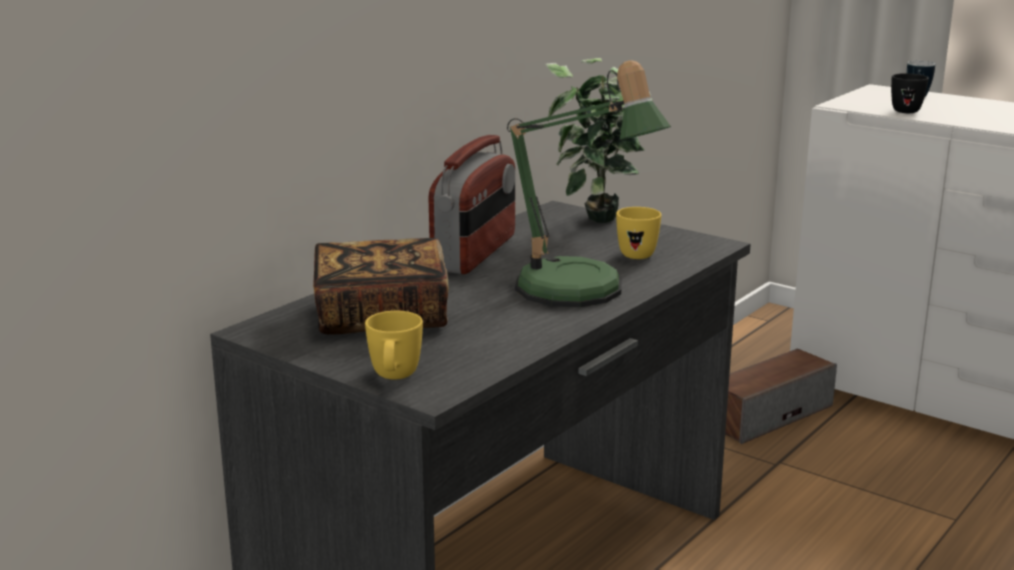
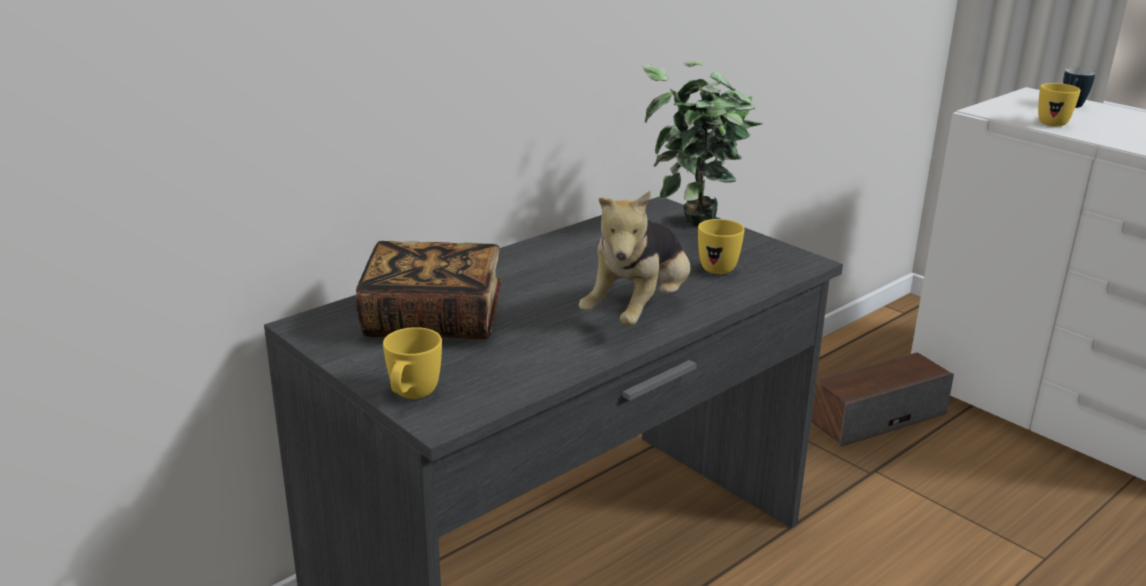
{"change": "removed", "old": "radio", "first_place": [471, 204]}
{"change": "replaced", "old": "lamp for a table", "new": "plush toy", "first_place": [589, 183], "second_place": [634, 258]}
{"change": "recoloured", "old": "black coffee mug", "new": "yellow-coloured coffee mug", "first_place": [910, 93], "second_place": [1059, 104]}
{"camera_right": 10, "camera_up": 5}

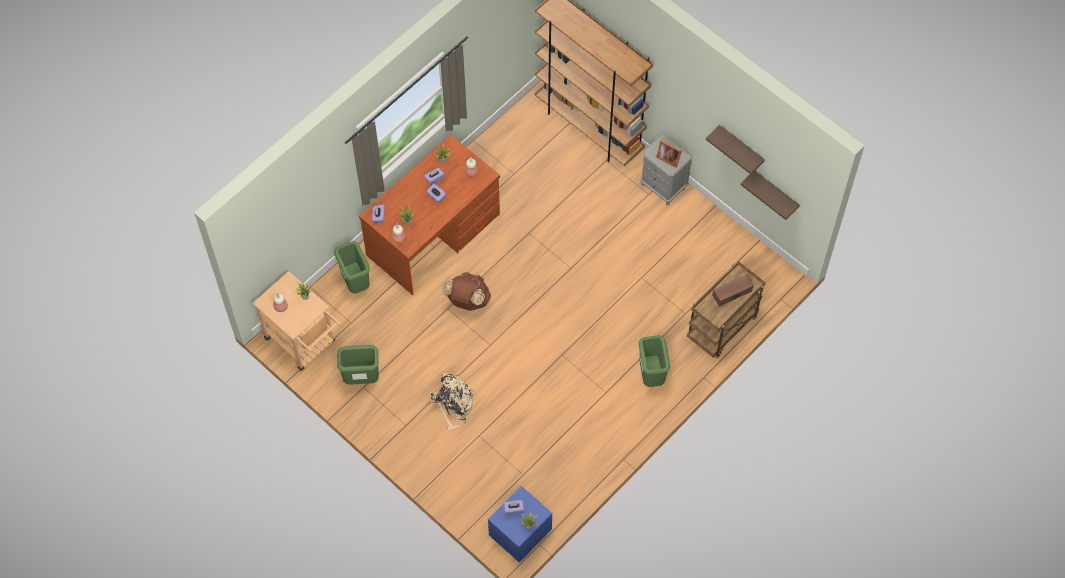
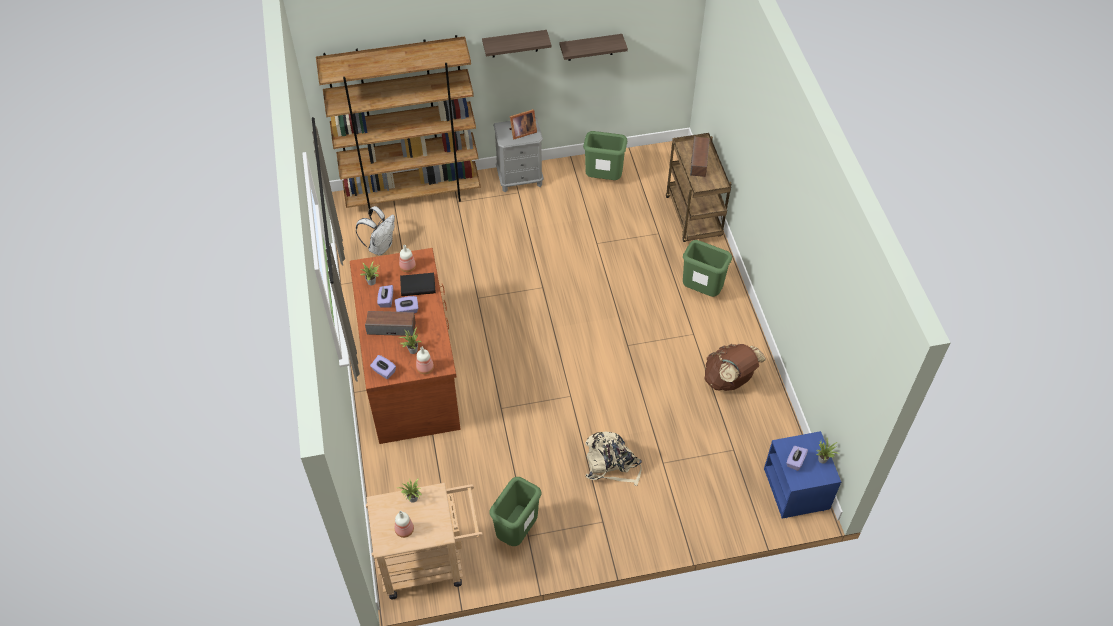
{"change": "added", "new": "whitish knapsack", "second_place": [375, 231]}
{"change": "added", "new": "audio speaker", "second_place": [390, 323]}
{"change": "added", "new": "black bound book", "second_place": [418, 284]}
{"change": "moved", "old": "green waste bin", "first_place": [352, 267], "second_place": [605, 155]}
{"change": "moved", "old": "brown knapsack", "first_place": [466, 291], "second_place": [735, 367]}
{"change": "moved", "old": "bracket shelf", "first_place": [770, 195], "second_place": [516, 44]}
{"camera_right": -55, "camera_up": -10}

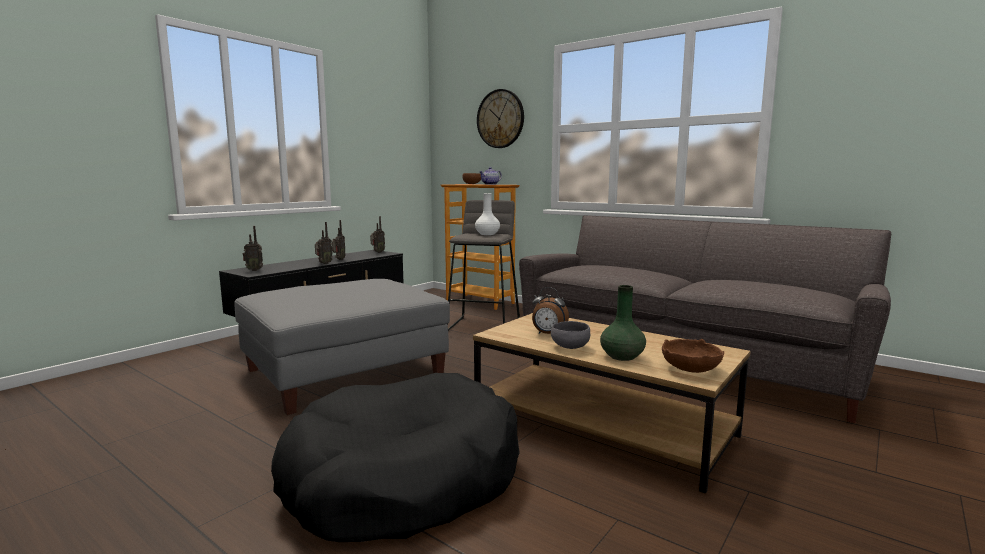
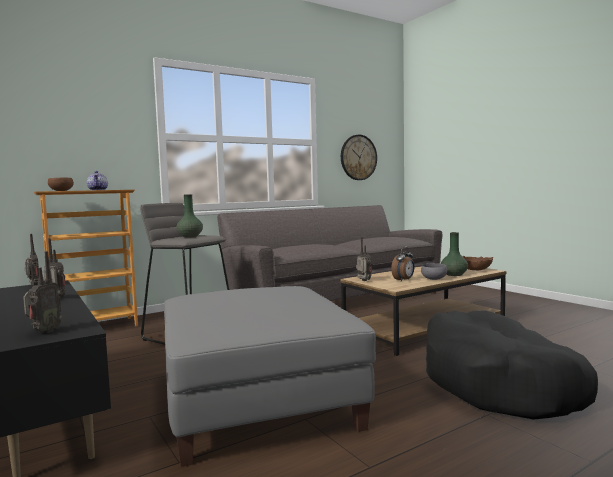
{"change": "moved", "old": "radio", "first_place": [324, 243], "second_place": [364, 259]}
{"change": "moved", "old": "clock on the wall", "first_place": [500, 118], "second_place": [359, 157]}
{"change": "recoloured", "old": "whitish flower vase", "new": "green flower vase", "first_place": [487, 214], "second_place": [189, 215]}
{"camera_right": -70, "camera_up": -5}

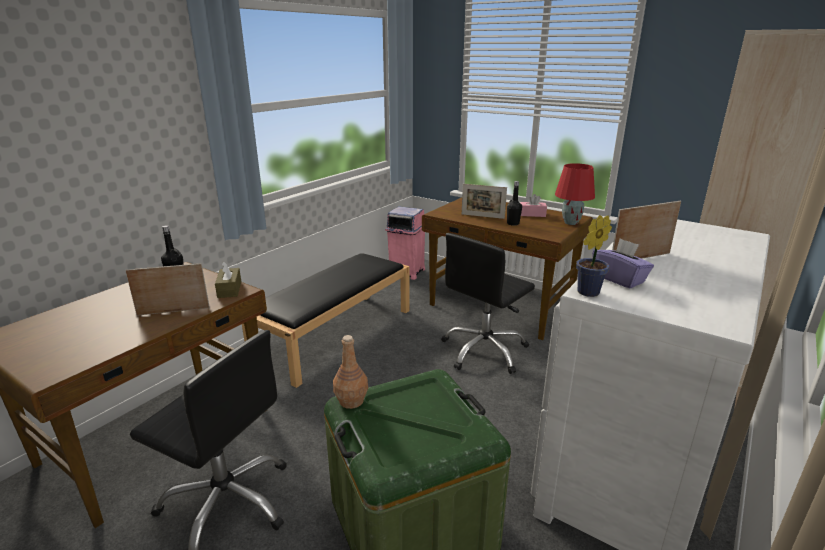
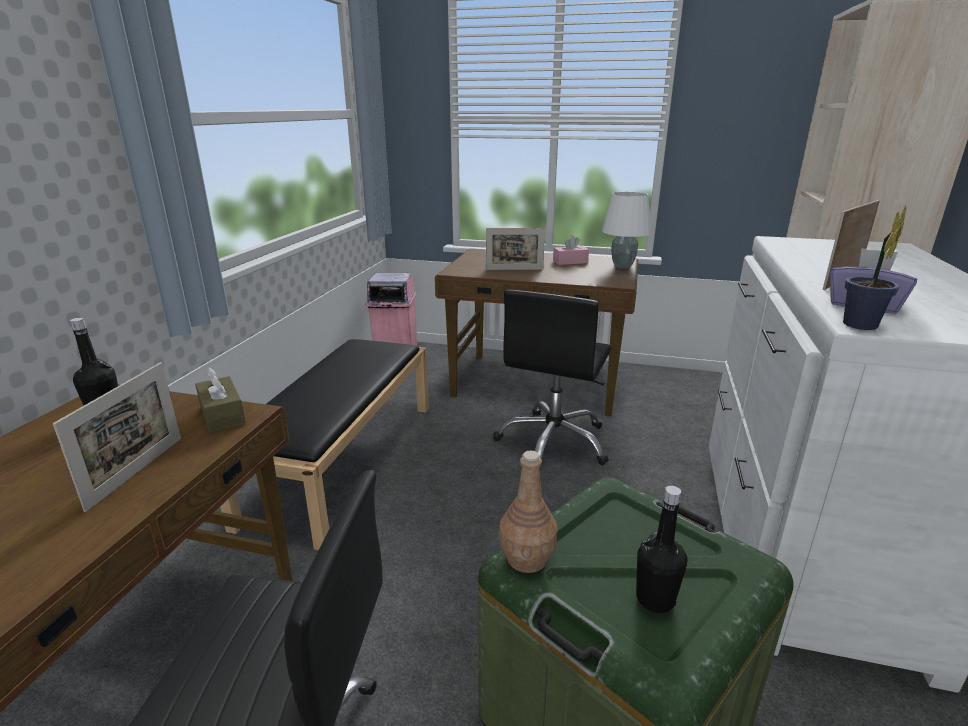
{"change": "moved", "old": "black beverage bottle", "first_place": [514, 203], "second_place": [661, 549]}
{"change": "recoloured", "old": "red lamp for a table", "new": "whitish lamp for a table", "first_place": [575, 194], "second_place": [626, 230]}
{"change": "turned", "old": "photo frame", "first_place": [167, 289], "second_place": [117, 437], "degrees": 135}
{"camera_right": -20, "camera_up": 0}

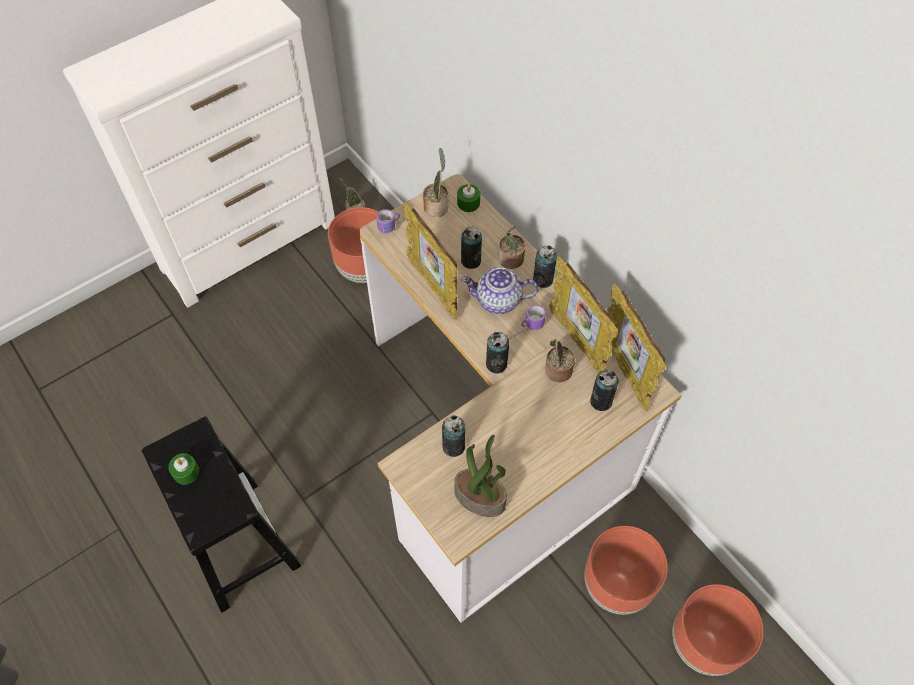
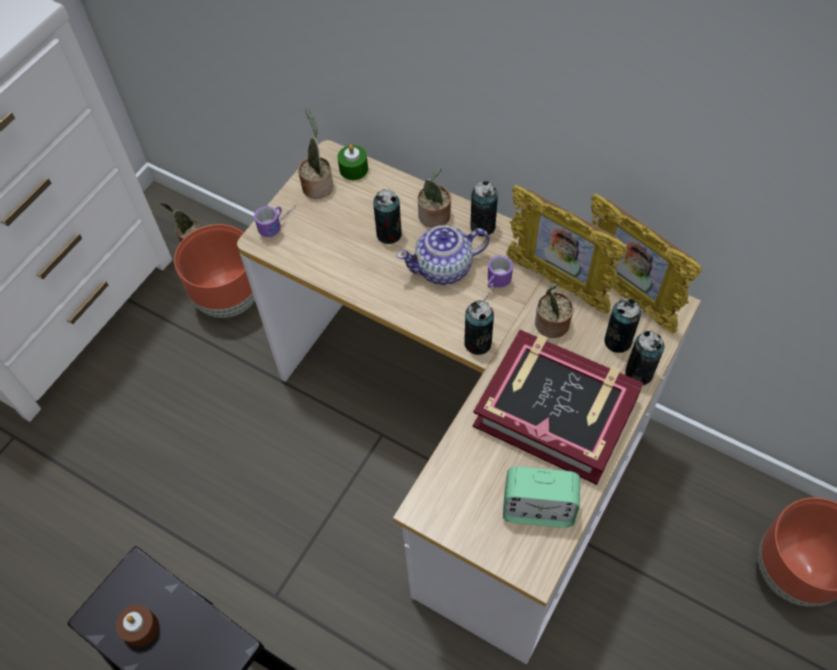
{"change": "removed", "old": "photo frame", "first_place": [430, 261]}
{"change": "removed", "old": "brown plant pot", "first_place": [626, 570]}
{"change": "added", "new": "bound book", "second_place": [558, 407]}
{"change": "moved", "old": "sealed can", "first_place": [453, 436], "second_place": [644, 358]}
{"change": "replaced", "old": "houseplant", "new": "bedside clock", "first_place": [480, 476], "second_place": [541, 497]}
{"change": "recoloured", "old": "green wax candle", "new": "brown wax candle", "first_place": [183, 468], "second_place": [137, 625]}
{"camera_right": -20, "camera_up": 0}

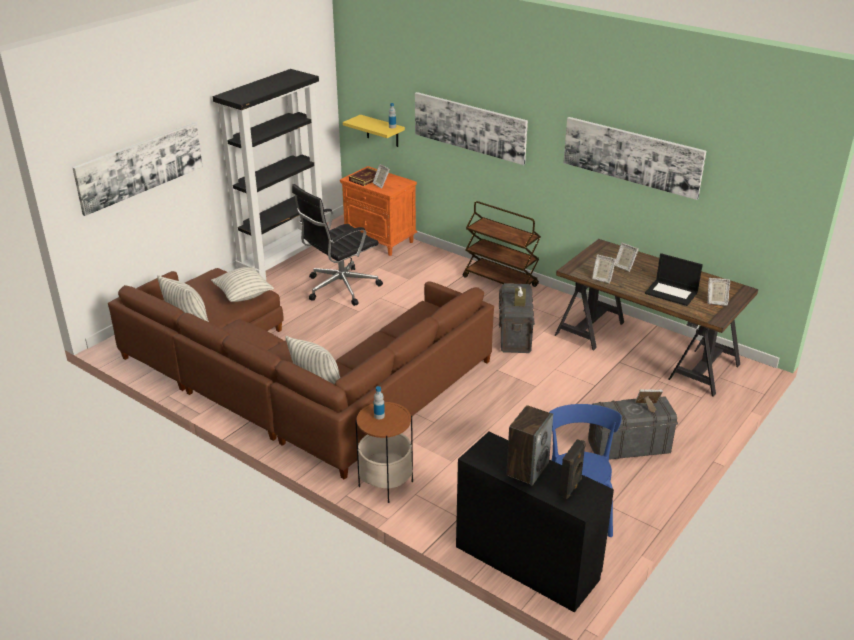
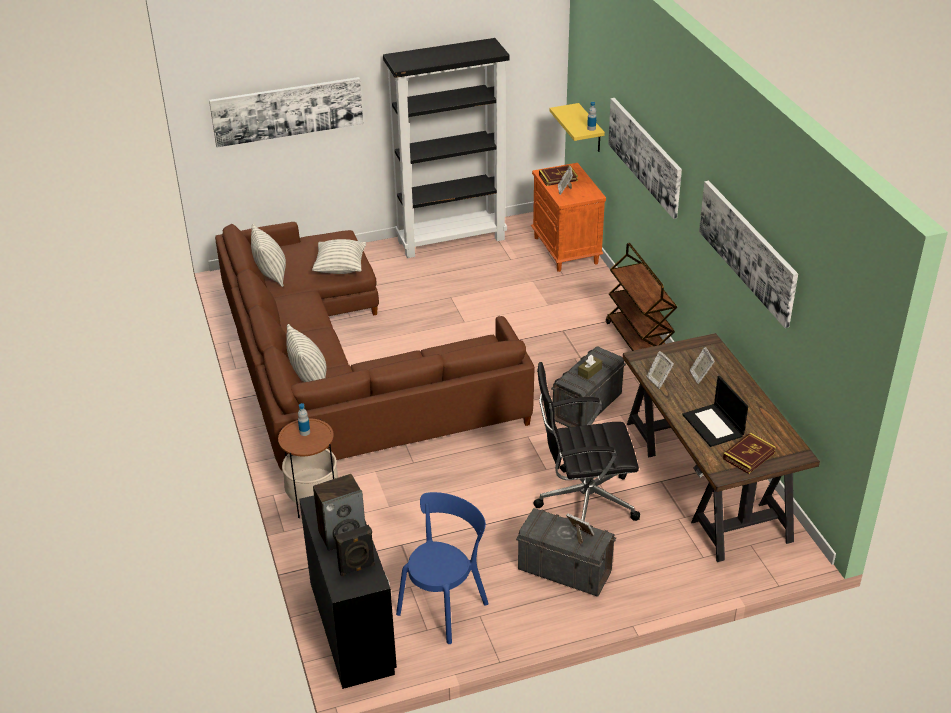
{"change": "moved", "old": "black computer chair", "first_place": [337, 245], "second_place": [586, 441]}
{"change": "replaced", "old": "photo frame", "new": "bound book", "first_place": [718, 292], "second_place": [749, 453]}
{"camera_right": 35, "camera_up": 5}

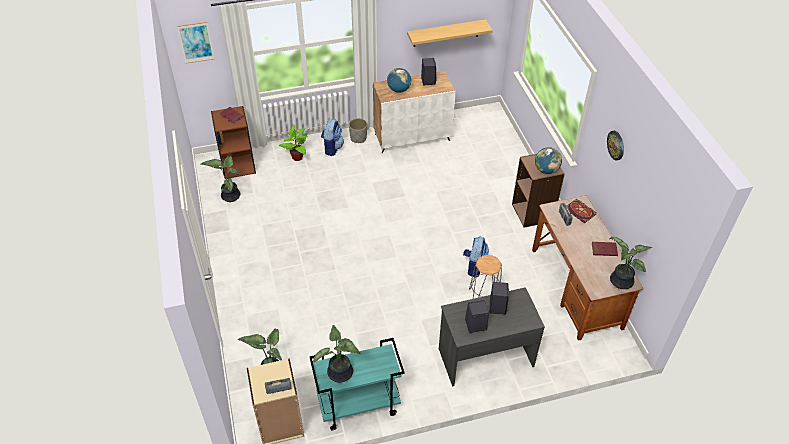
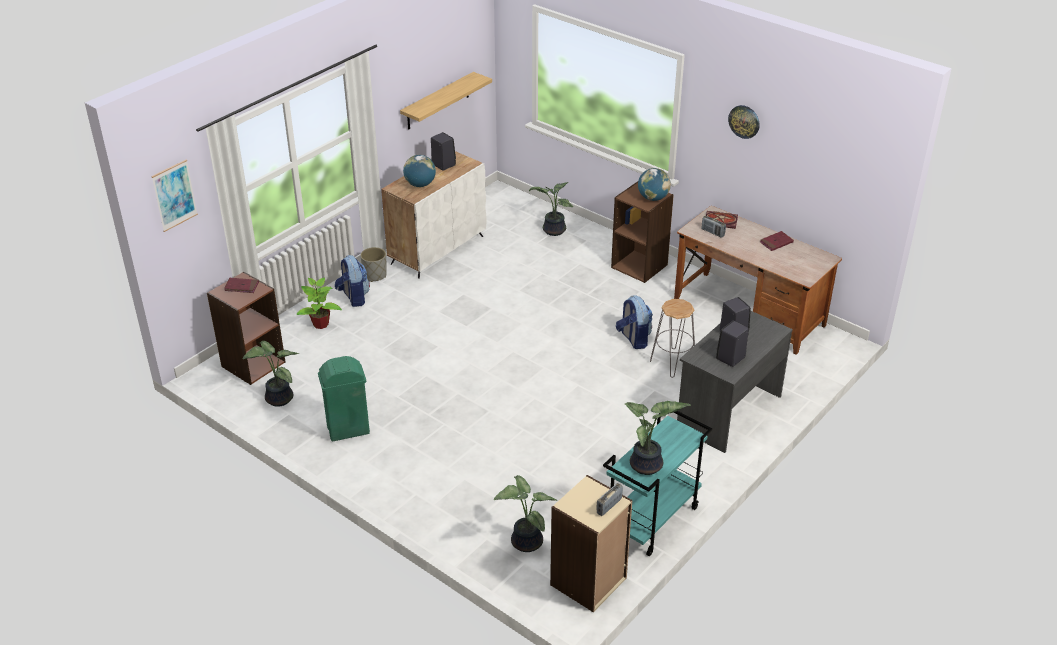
{"change": "added", "new": "green waste bin", "second_place": [344, 398]}
{"change": "moved", "old": "houseplant", "first_place": [631, 263], "second_place": [551, 209]}
{"camera_right": -35, "camera_up": -10}

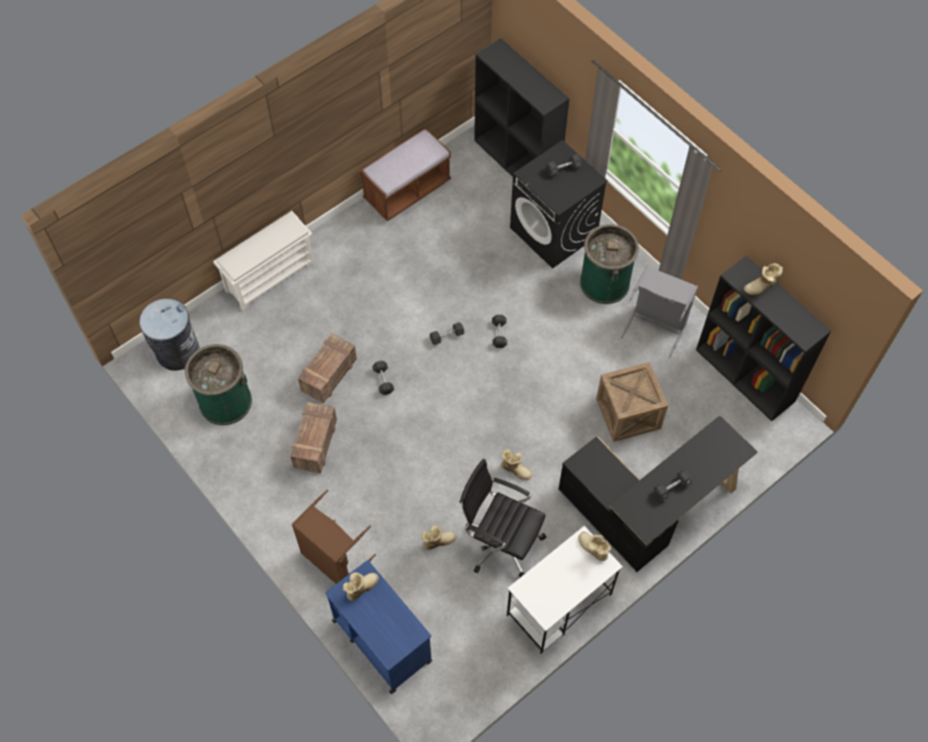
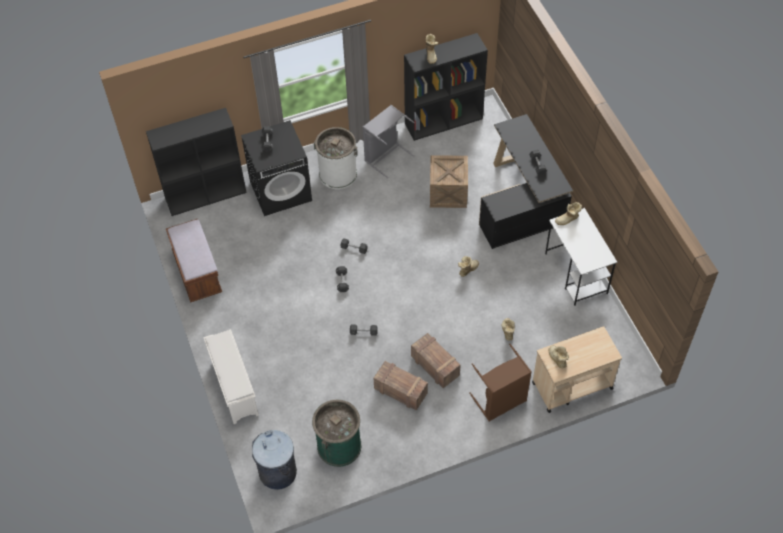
{"change": "removed", "old": "black computer chair", "first_place": [502, 518]}
{"change": "moved", "old": "packing crate", "first_place": [327, 369], "second_place": [435, 360]}
{"change": "recoloured", "old": "blue-coloured cart", "new": "beige-coloured cart", "first_place": [379, 627], "second_place": [577, 369]}
{"change": "recoloured", "old": "green waste bin", "new": "whitish waste bin", "first_place": [609, 264], "second_place": [336, 158]}
{"camera_right": -70, "camera_up": -5}

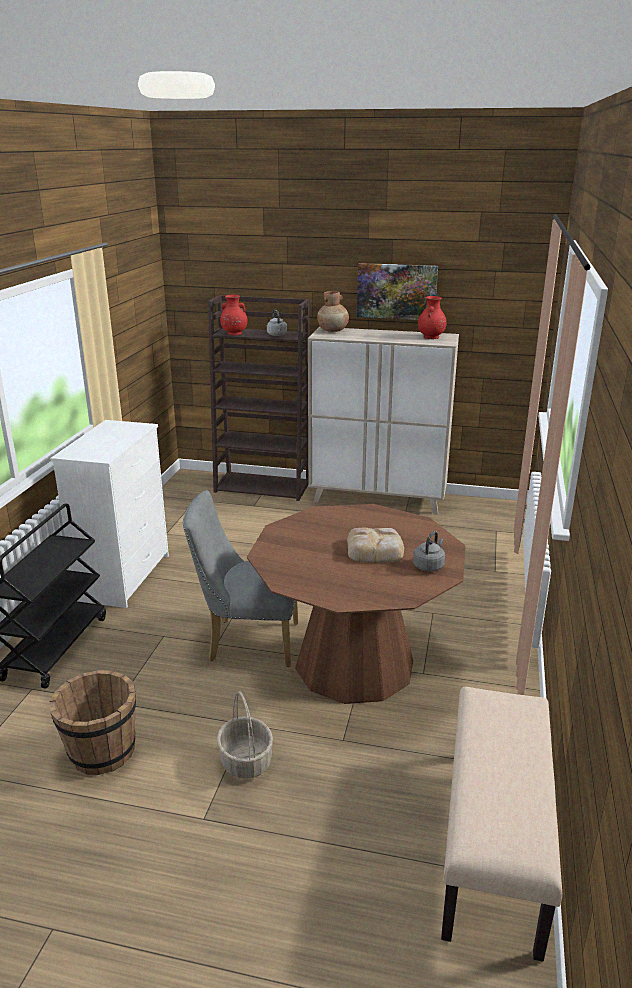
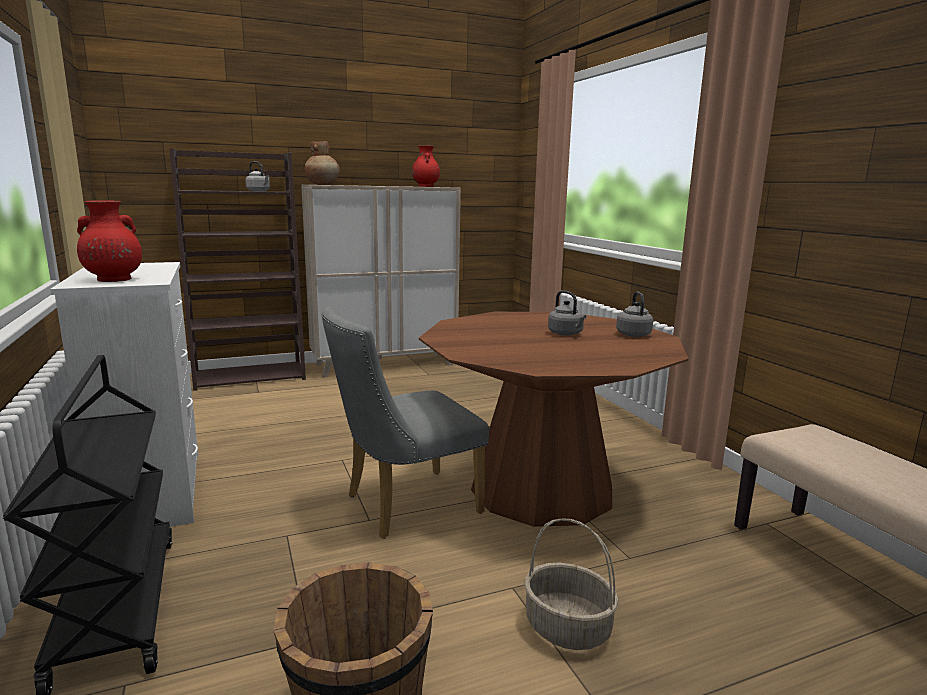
{"change": "removed", "old": "picture", "first_place": [397, 291]}
{"change": "moved", "old": "red flower vase", "first_place": [234, 315], "second_place": [109, 241]}
{"change": "replaced", "old": "baked bread", "new": "gray tea kettle", "first_place": [375, 545], "second_place": [567, 313]}
{"camera_right": -35, "camera_up": -10}

